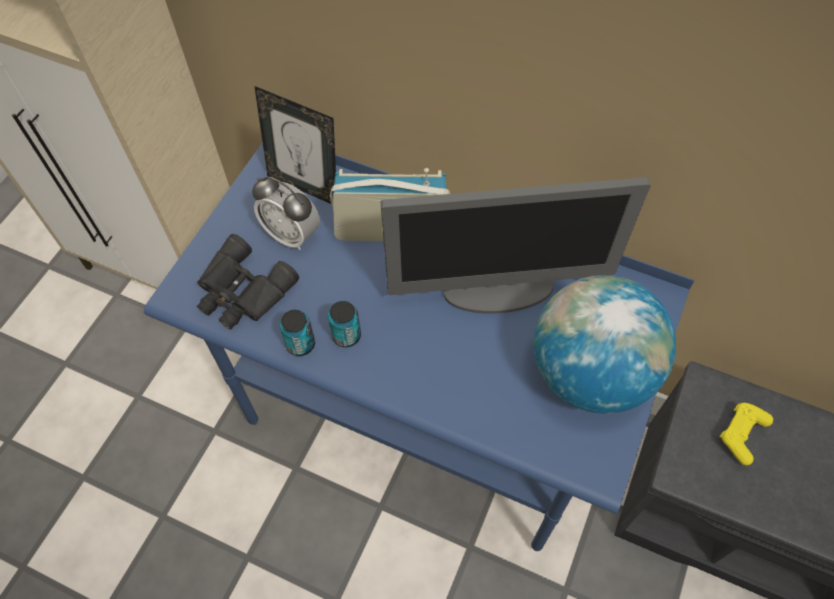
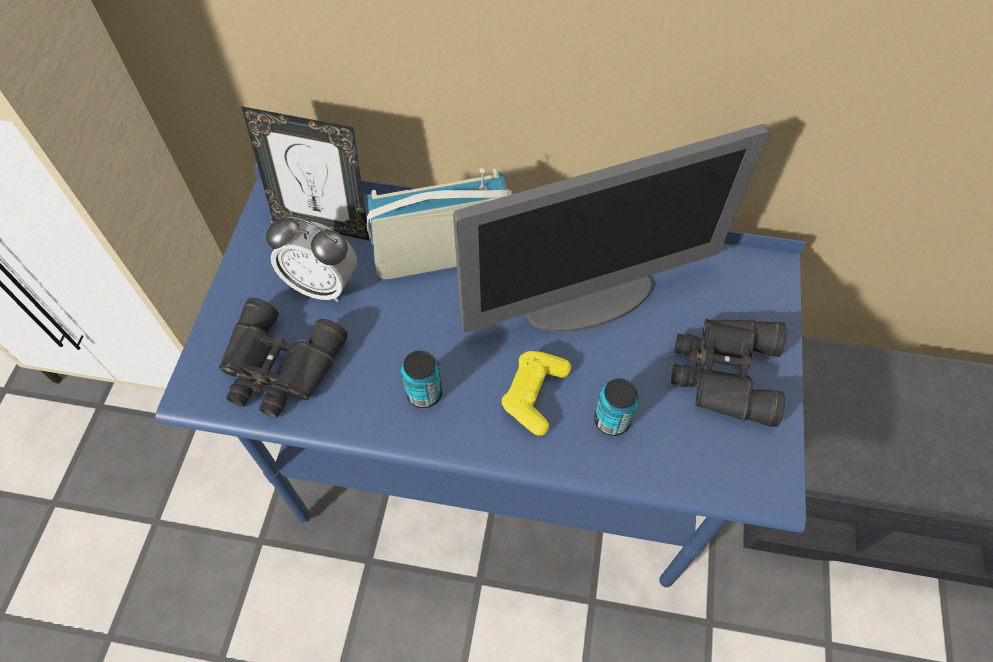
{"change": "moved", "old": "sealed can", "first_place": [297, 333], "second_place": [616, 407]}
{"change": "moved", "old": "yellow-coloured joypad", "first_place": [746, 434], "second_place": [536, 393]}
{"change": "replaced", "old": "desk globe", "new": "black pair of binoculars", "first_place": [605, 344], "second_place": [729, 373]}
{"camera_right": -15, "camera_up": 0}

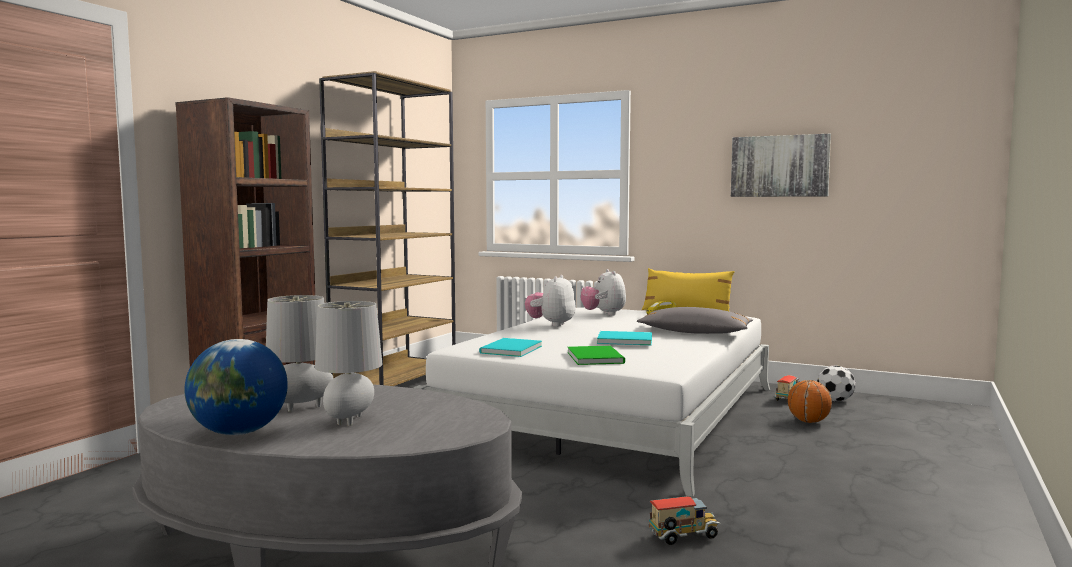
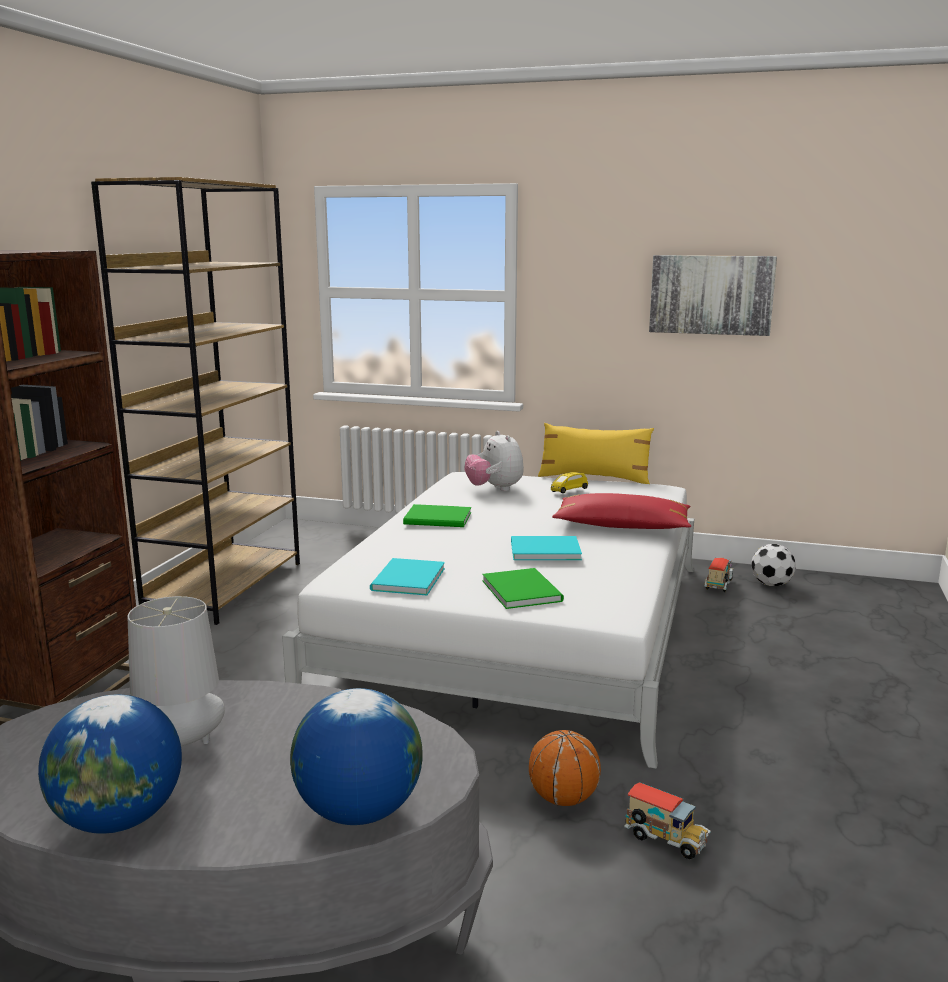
{"change": "removed", "old": "gray lamp for a table", "first_place": [348, 363]}
{"change": "added", "new": "desk globe", "second_place": [356, 756]}
{"change": "moved", "old": "basketball", "first_place": [810, 401], "second_place": [565, 768]}
{"change": "replaced", "old": "plush toy", "new": "green bound book", "first_place": [550, 301], "second_place": [437, 515]}
{"change": "recoloured", "old": "gray throw pillow", "new": "red throw pillow", "first_place": [695, 320], "second_place": [621, 511]}
{"change": "turned", "old": "model truck", "first_place": [685, 520], "second_place": [667, 820], "degrees": 60}
{"camera_right": -10, "camera_up": 10}

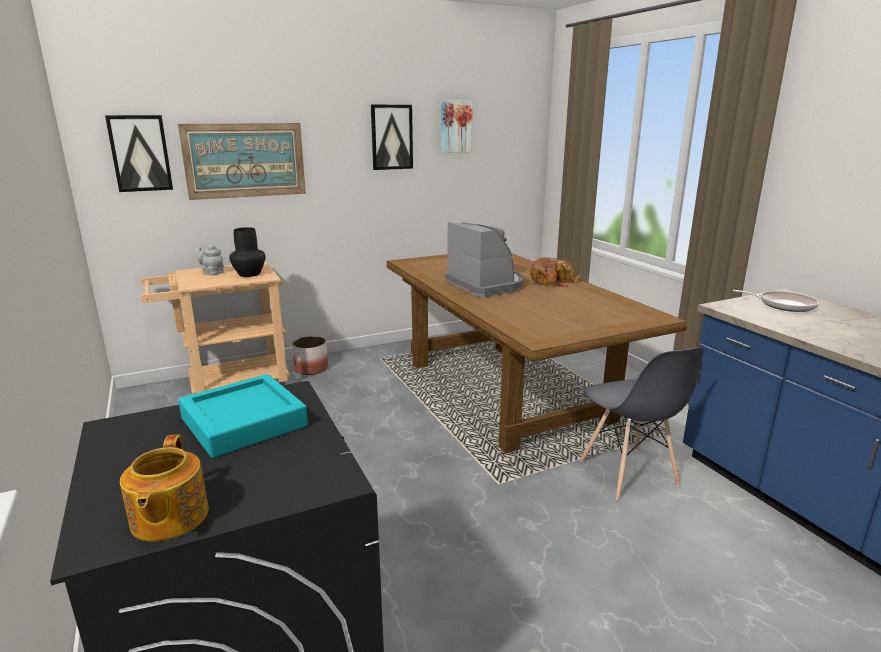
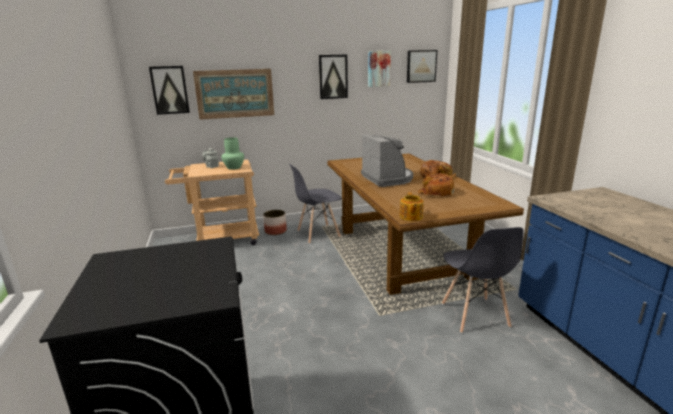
{"change": "removed", "old": "turquoise-coloured carrying tray", "first_place": [243, 416]}
{"change": "removed", "old": "pan", "first_place": [776, 301]}
{"change": "added", "new": "gray plain chair", "second_place": [315, 203]}
{"change": "added", "new": "picture", "second_place": [422, 66]}
{"change": "added", "new": "baked bread", "second_place": [436, 185]}
{"change": "moved", "old": "pot for tea", "first_place": [164, 487], "second_place": [412, 207]}
{"change": "recoloured", "old": "black flower vase", "new": "green flower vase", "first_place": [247, 252], "second_place": [232, 153]}
{"camera_right": 10, "camera_up": 0}

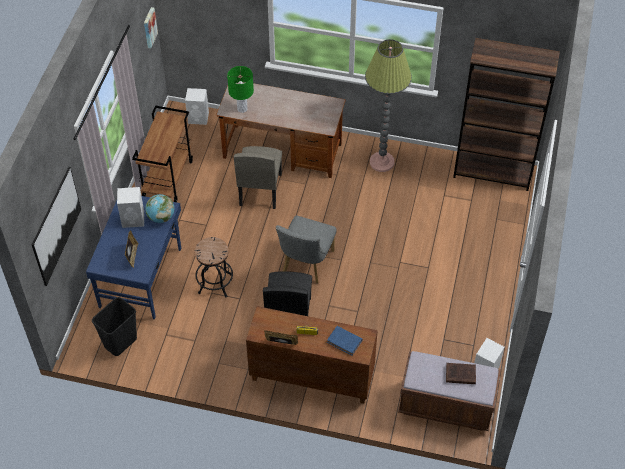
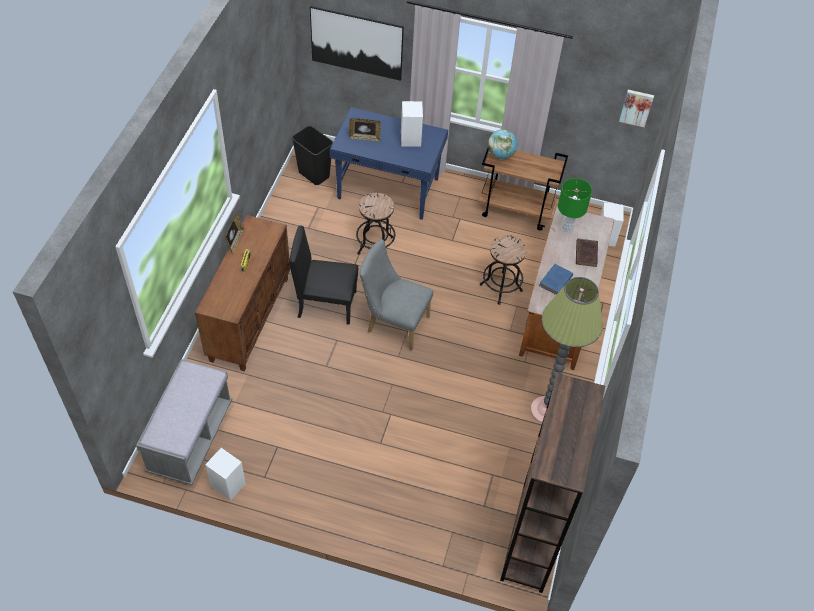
{"change": "moved", "old": "desk globe", "first_place": [160, 208], "second_place": [502, 144]}
{"change": "moved", "old": "blue-coloured bound book", "first_place": [345, 341], "second_place": [556, 279]}
{"change": "moved", "old": "brown bound book", "first_place": [461, 373], "second_place": [587, 253]}
{"change": "replaced", "old": "beige-coloured plain chair", "new": "black stool", "first_place": [258, 177], "second_place": [503, 270]}
{"change": "recoloured", "old": "brown long seat", "new": "gray long seat", "first_place": [449, 391], "second_place": [184, 422]}
{"camera_right": 90, "camera_up": 0}

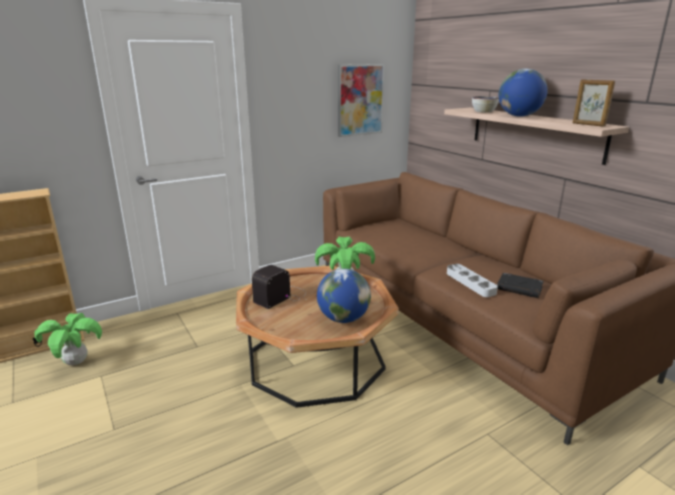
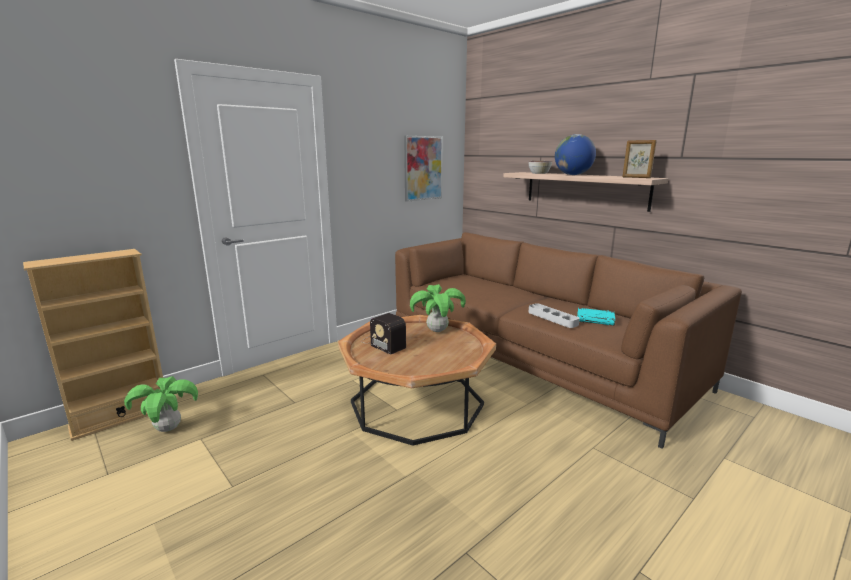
{"change": "removed", "old": "desk globe", "first_place": [344, 296]}
{"change": "recoloured", "old": "black bound book", "new": "turquoise-coloured bound book", "first_place": [520, 285], "second_place": [596, 317]}
{"change": "turned", "old": "radio", "first_place": [279, 287], "second_place": [383, 334], "degrees": -75}
{"camera_right": -10, "camera_up": -5}

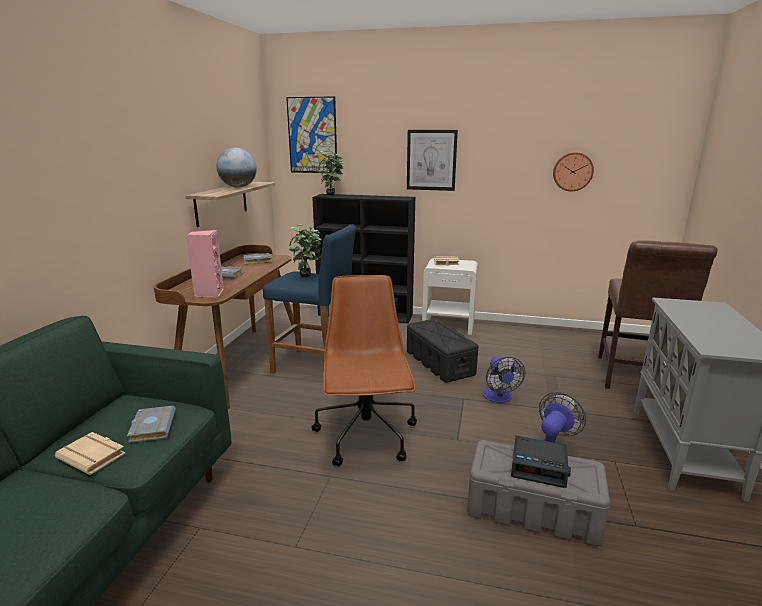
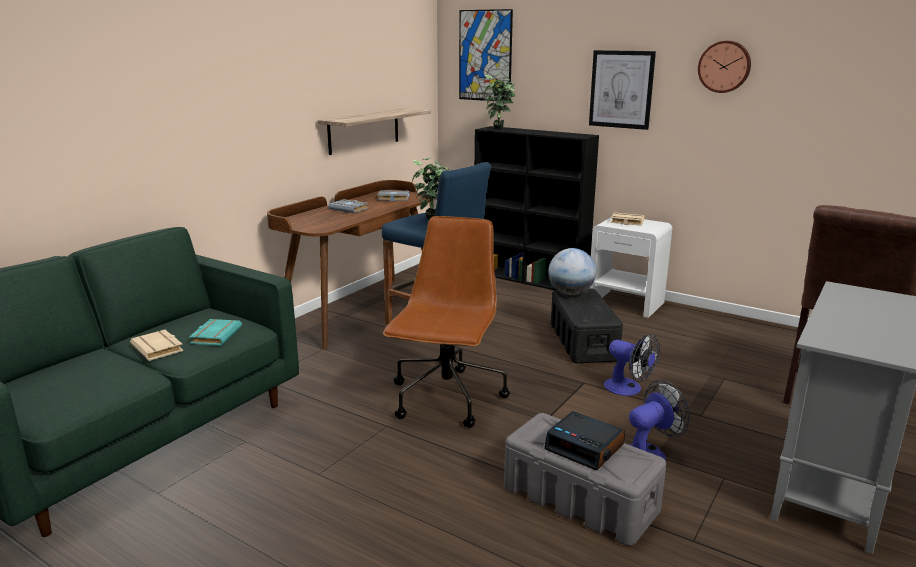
{"change": "removed", "old": "pink audio speaker", "first_place": [205, 264]}
{"change": "moved", "old": "desk globe", "first_place": [237, 167], "second_place": [572, 271]}
{"change": "moved", "old": "clock on the wall", "first_place": [573, 171], "second_place": [724, 67]}
{"change": "recoloured", "old": "gray bound book", "new": "turquoise-coloured bound book", "first_place": [151, 424], "second_place": [215, 332]}
{"change": "turned", "old": "fan", "first_place": [504, 380], "second_place": [632, 365], "degrees": -60}
{"camera_right": 20, "camera_up": 0}

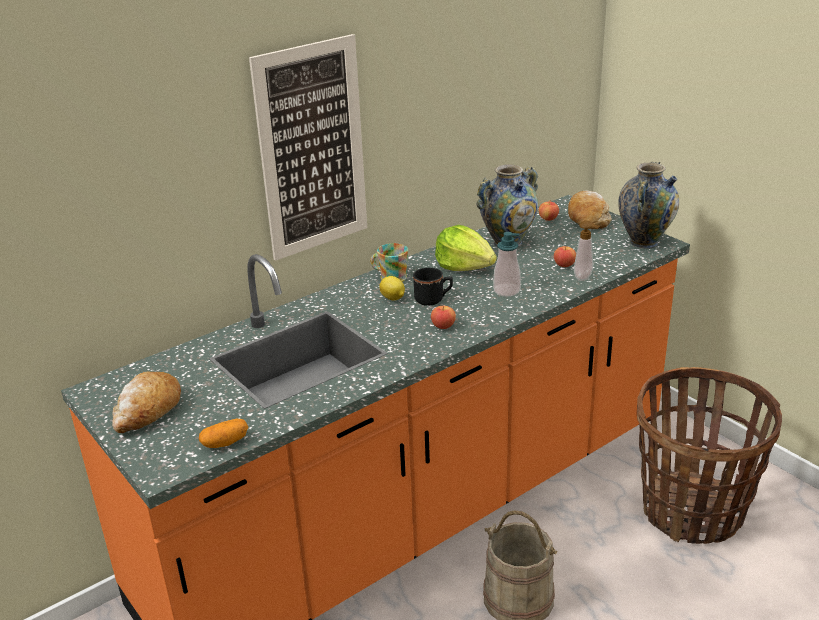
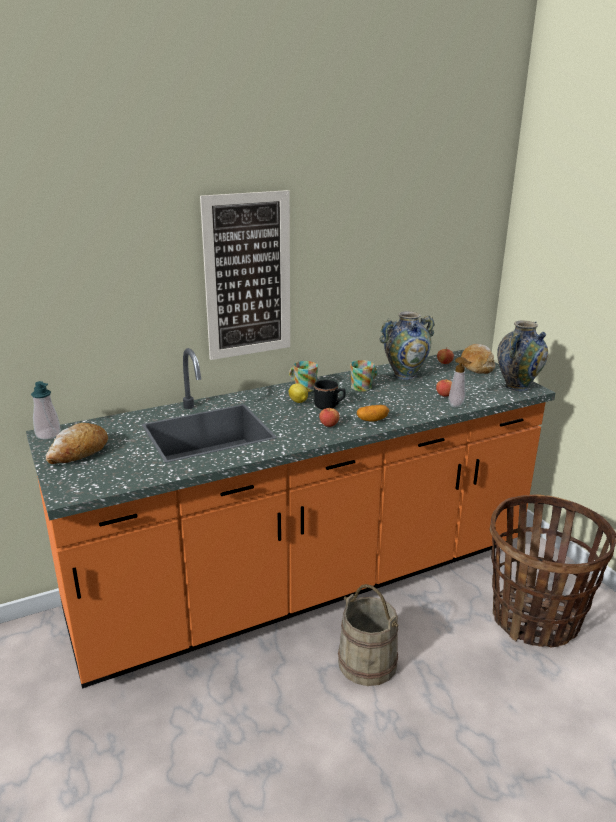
{"change": "moved", "old": "potato", "first_place": [223, 433], "second_place": [373, 413]}
{"change": "moved", "old": "soap dispenser", "first_place": [507, 264], "second_place": [46, 410]}
{"change": "replaced", "old": "lettuce head", "new": "coffee mug", "first_place": [466, 248], "second_place": [363, 376]}
{"camera_right": 10, "camera_up": -5}

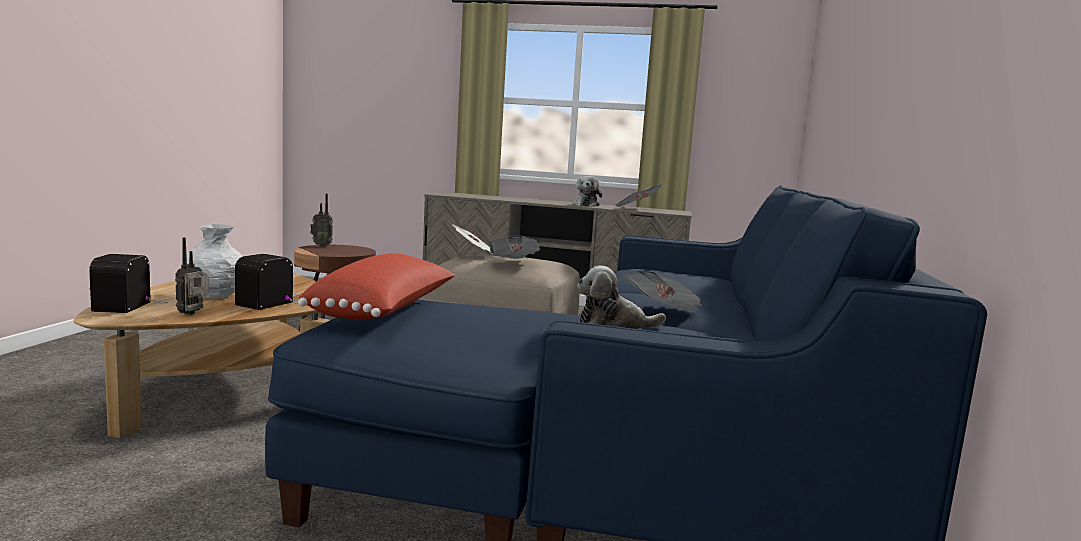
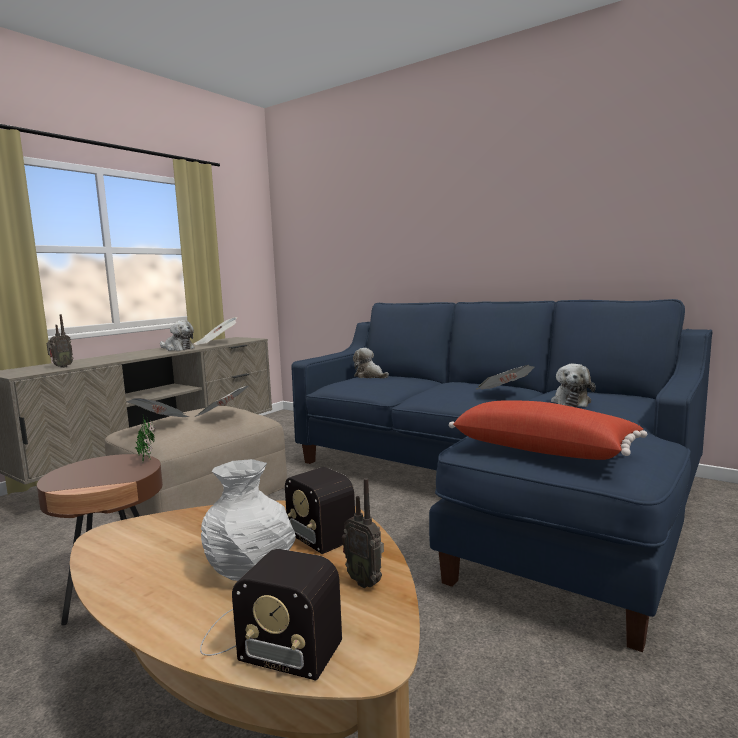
{"change": "added", "new": "houseplant", "second_place": [145, 439]}
{"change": "added", "new": "plush toy", "second_place": [371, 363]}
{"change": "moved", "old": "radio", "first_place": [321, 220], "second_place": [60, 341]}
{"camera_right": -65, "camera_up": 0}

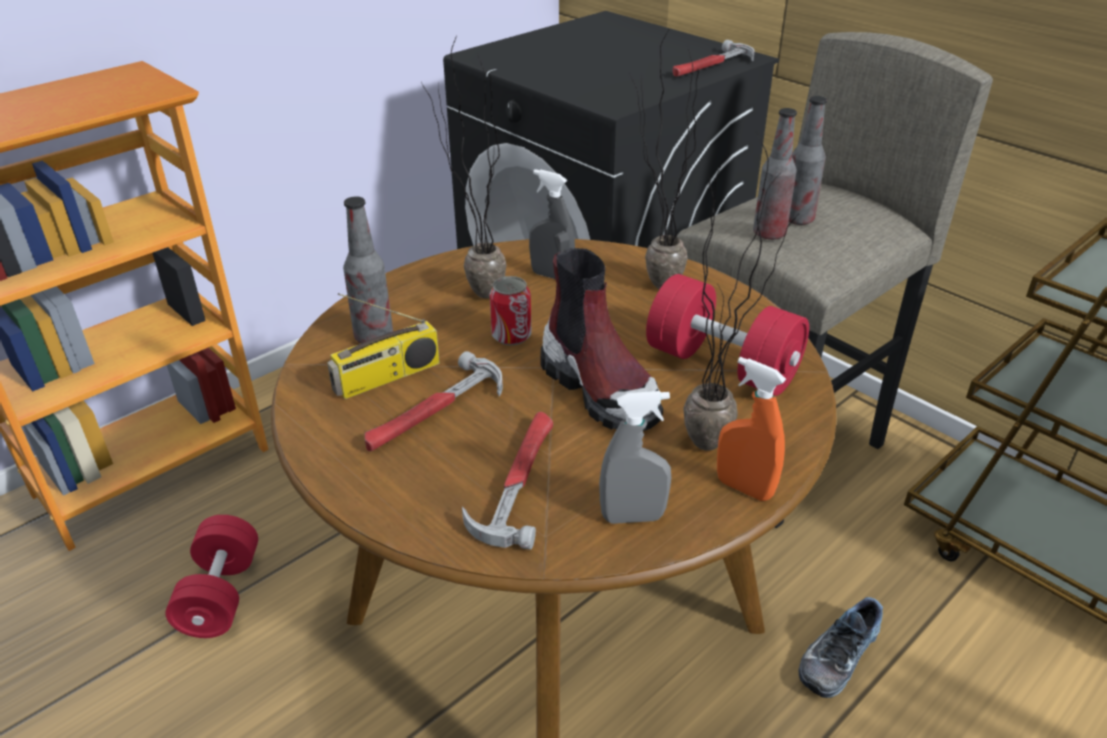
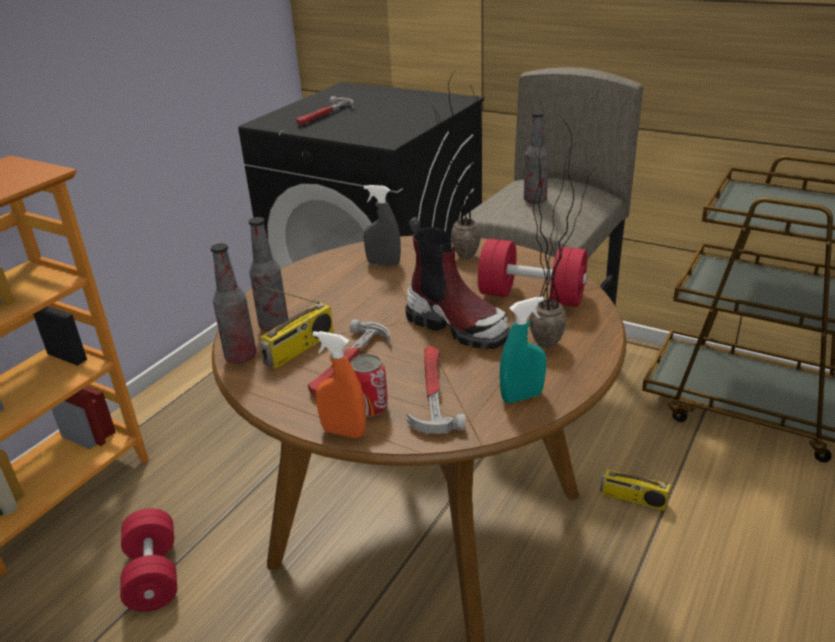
{"change": "removed", "old": "houseplant", "first_place": [463, 166]}
{"change": "moved", "old": "sealed can", "first_place": [510, 310], "second_place": [369, 385]}
{"change": "moved", "old": "tool hammer", "first_place": [714, 58], "second_place": [325, 110]}
{"change": "moved", "old": "orange-coloured hand sprayer", "first_place": [751, 429], "second_place": [339, 384]}
{"change": "moved", "old": "beverage bottle", "first_place": [775, 174], "second_place": [234, 303]}
{"change": "replaced", "old": "low shoe", "new": "radio", "first_place": [841, 647], "second_place": [635, 477]}
{"change": "recoloured", "old": "gray hand sprayer", "new": "turquoise-coloured hand sprayer", "first_place": [635, 457], "second_place": [523, 350]}
{"camera_right": -15, "camera_up": -5}

